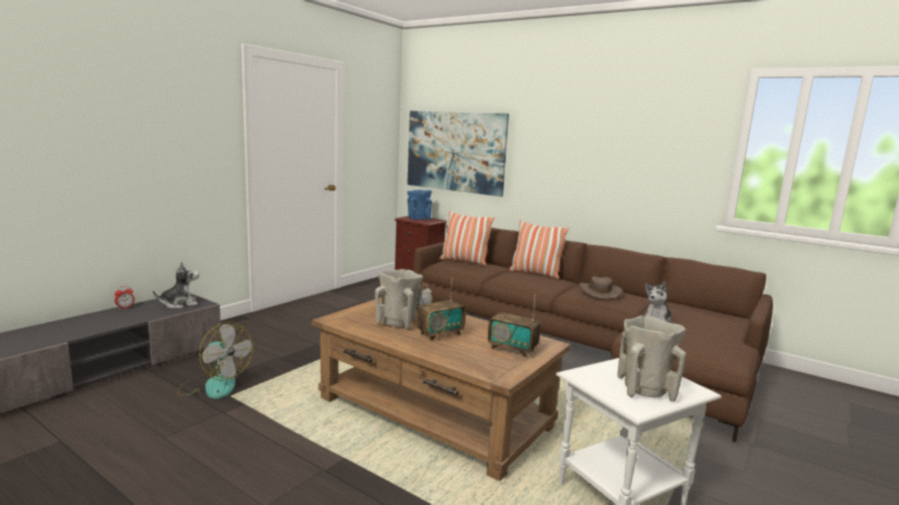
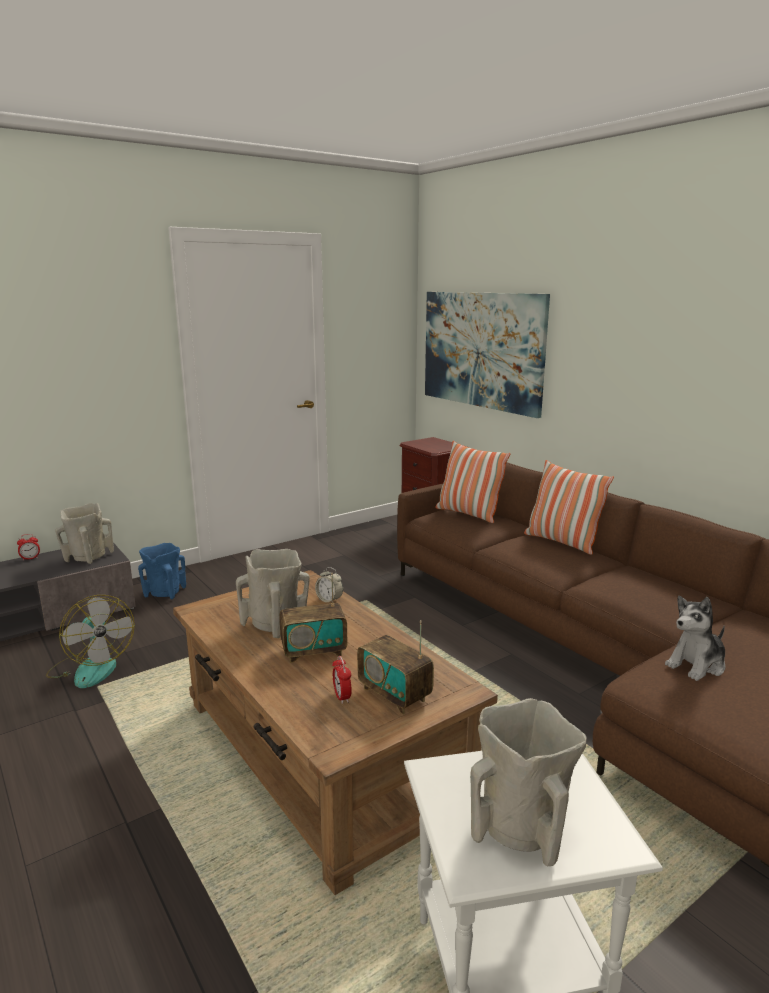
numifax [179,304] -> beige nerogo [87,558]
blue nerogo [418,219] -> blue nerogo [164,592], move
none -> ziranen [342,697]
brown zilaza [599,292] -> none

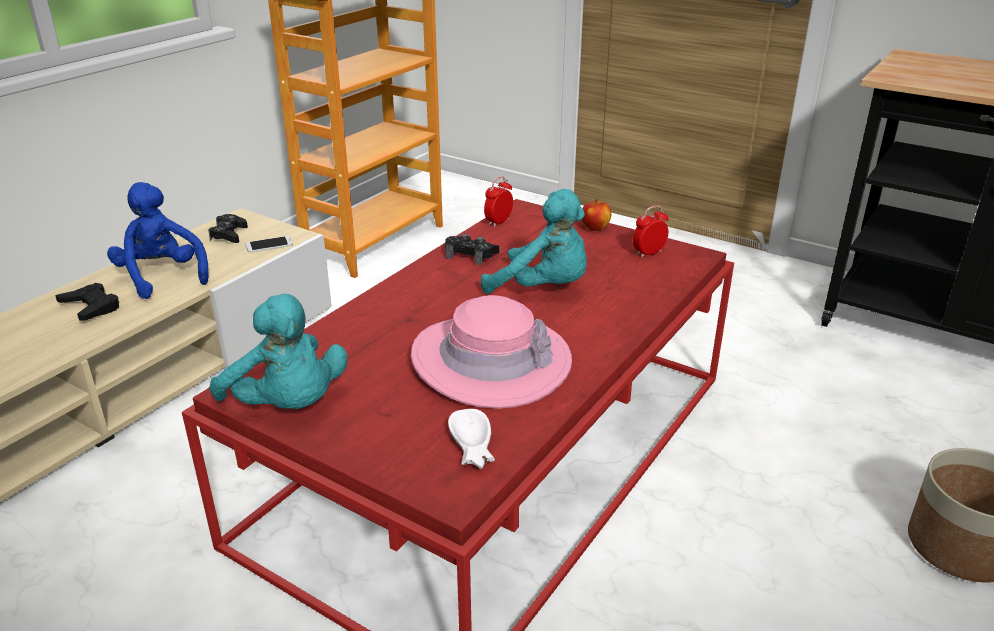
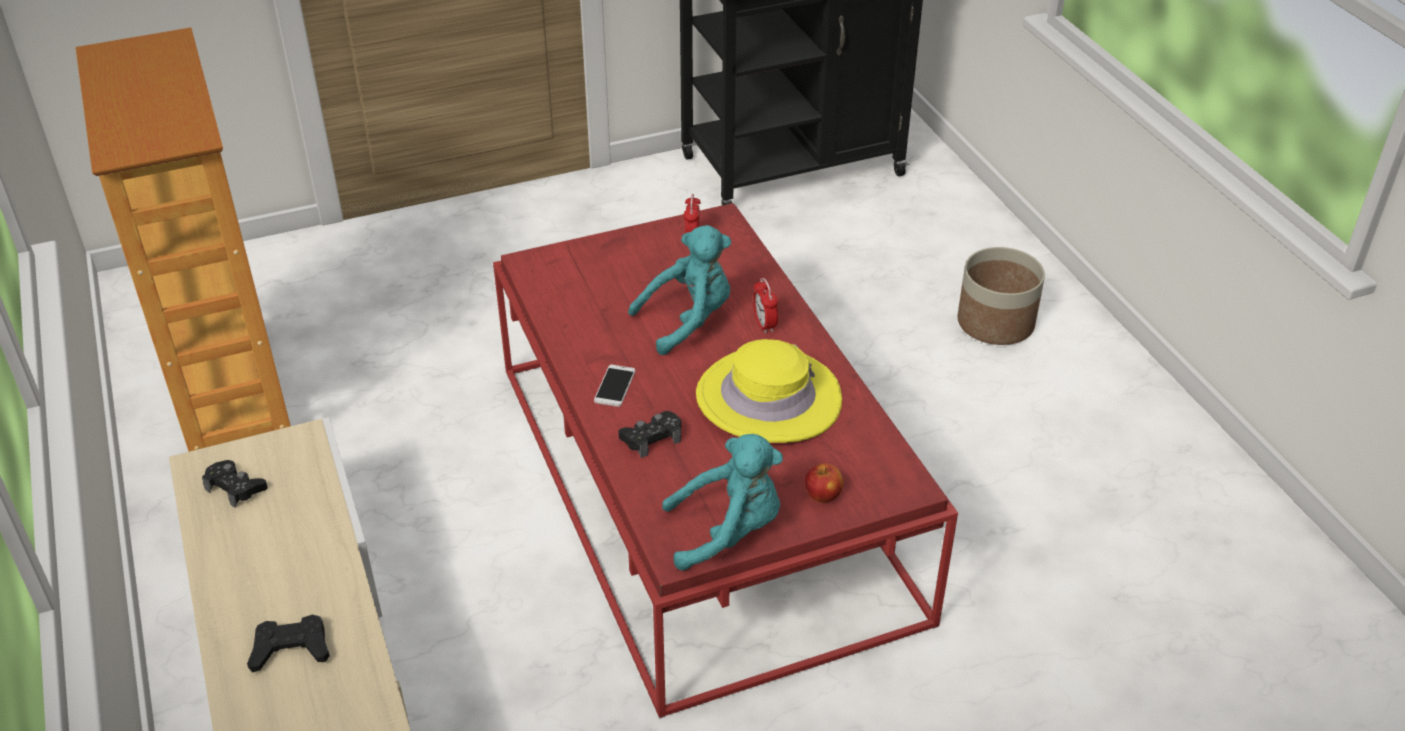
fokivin [269,245] -> fokivin [614,386], move
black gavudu [471,255] -> black gavudu [651,438], move
pink zilaza [491,361] -> yellow zilaza [768,398]
ziranen [498,222] -> ziranen [764,325], move
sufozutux [595,228] -> sufozutux [822,496], move
blue numifax [162,277] -> none
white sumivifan [470,447] -> none

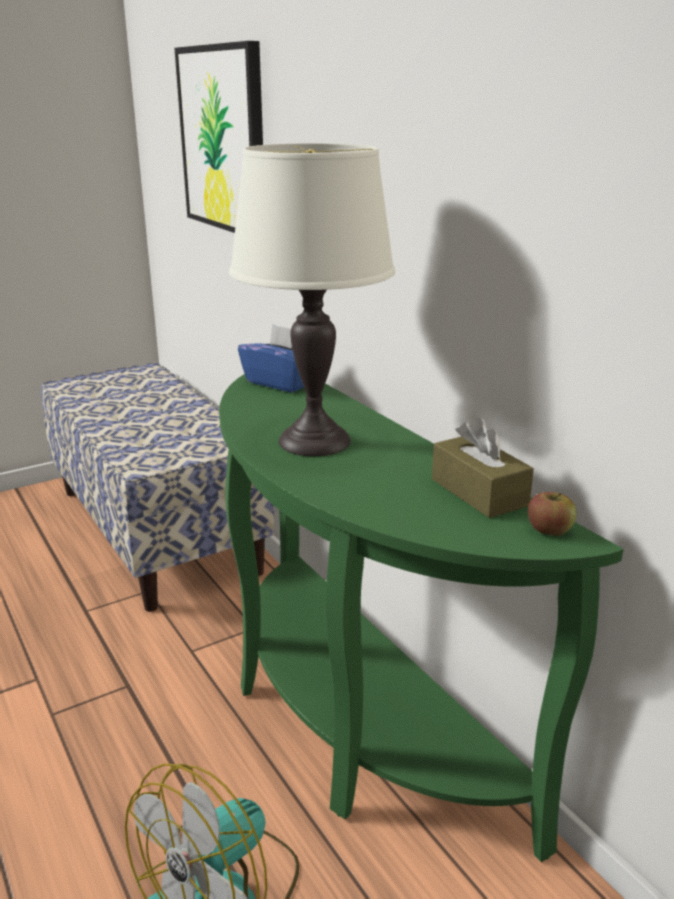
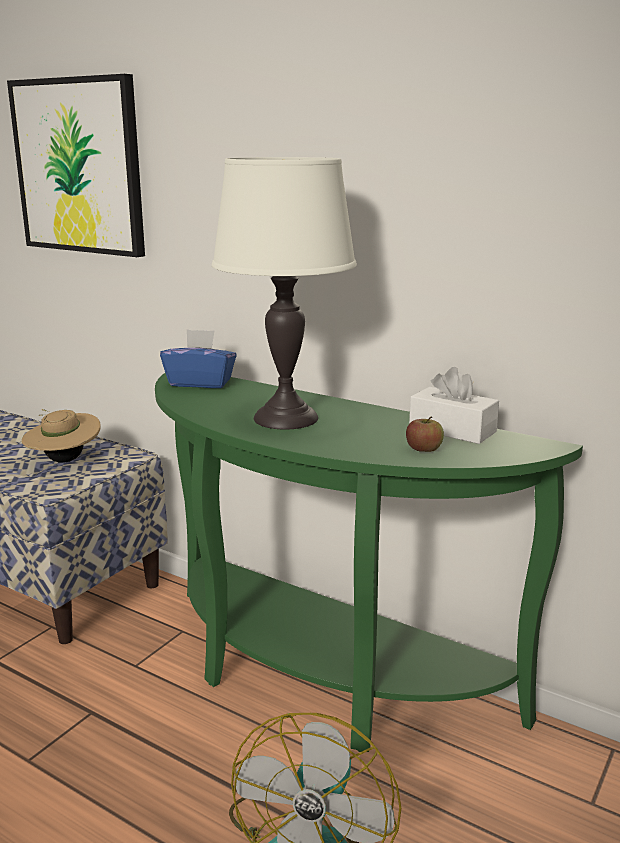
none -> beige zilaza [64,460]
sufozutux [549,530] -> sufozutux [424,449], move
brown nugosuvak [479,492] -> white nugosuvak [452,430]

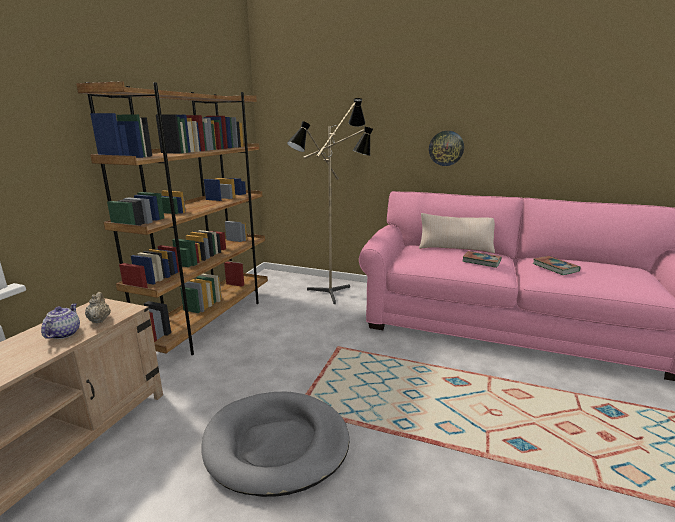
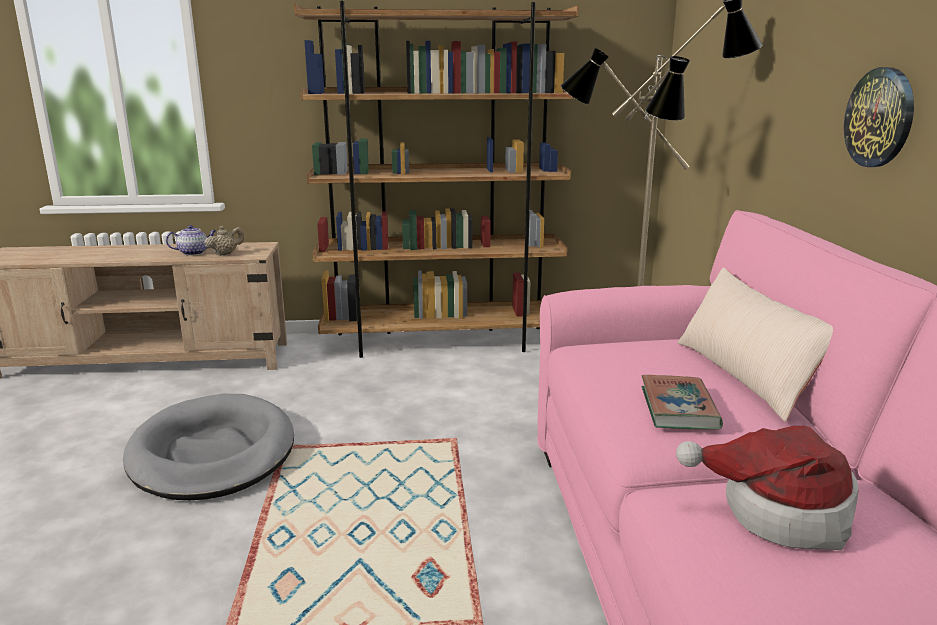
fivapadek [555,268] -> zilaza [778,512]

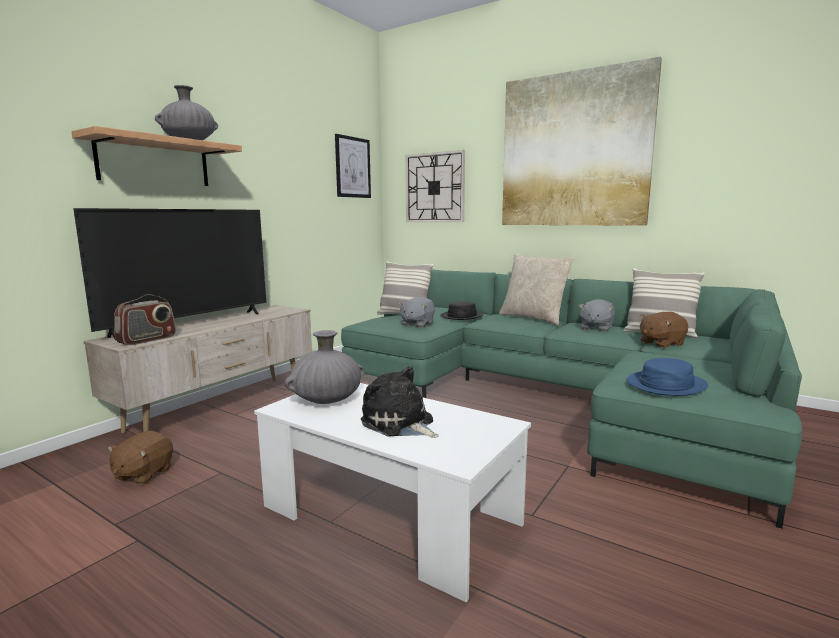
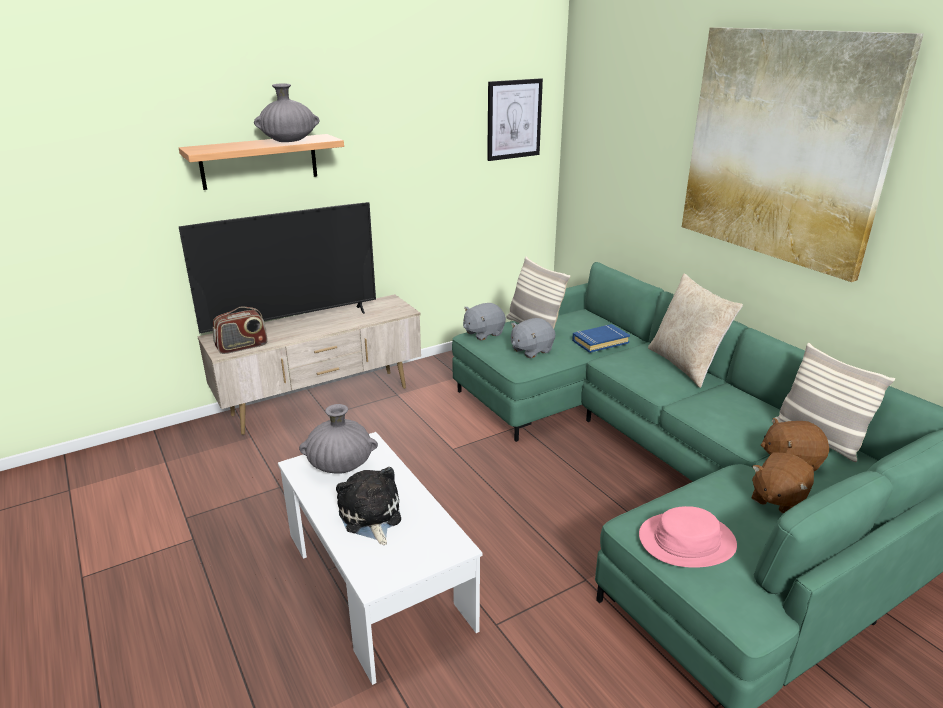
grey numifax [596,328] -> grey numifax [483,333], move
black zilaza [462,316] -> blue fivapadek [600,342]
blue zilaza [666,384] -> pink zilaza [686,540]
brown numifax [143,474] -> brown numifax [777,499], move
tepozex [434,188] -> none

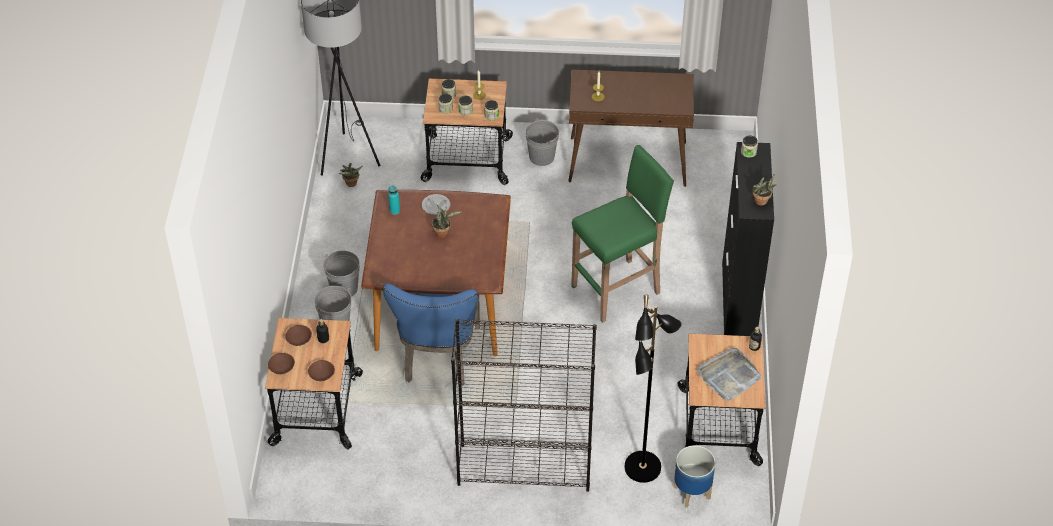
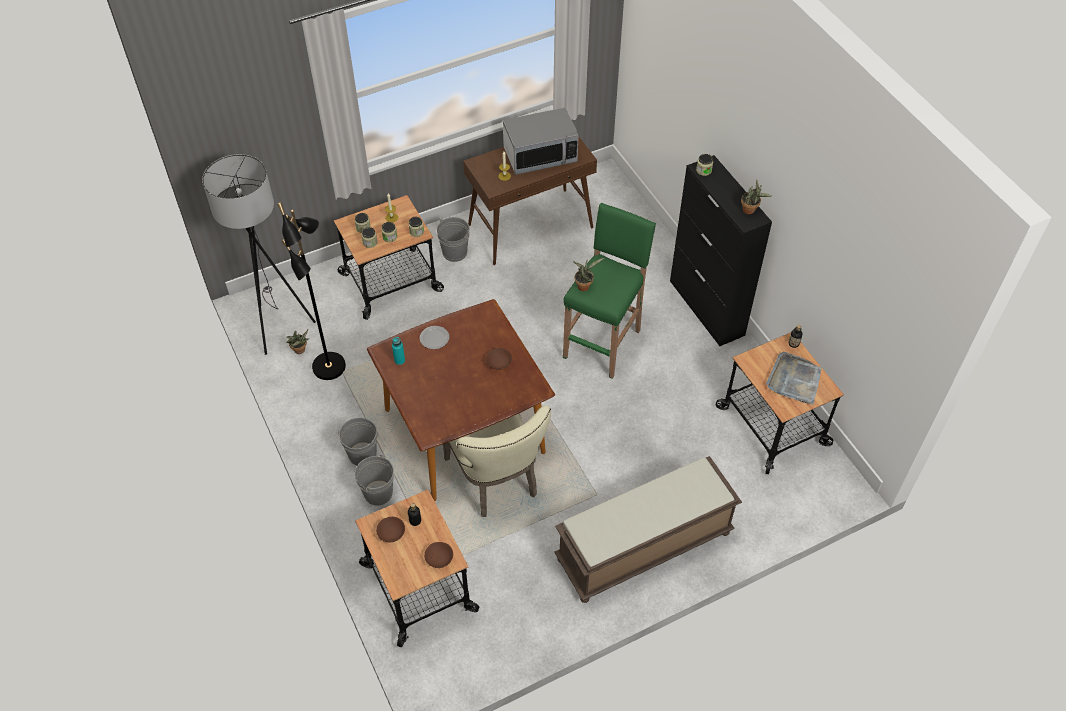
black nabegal [643,468] -> black nabegal [330,367], move
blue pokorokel [439,358] -> beige pokorokel [496,480]
brown sumivifan [281,367] -> brown sumivifan [498,362], move
none -> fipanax [540,155]
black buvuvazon [523,468] -> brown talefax [643,547]
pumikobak [443,233] -> pumikobak [584,285], move
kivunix [691,493] -> none

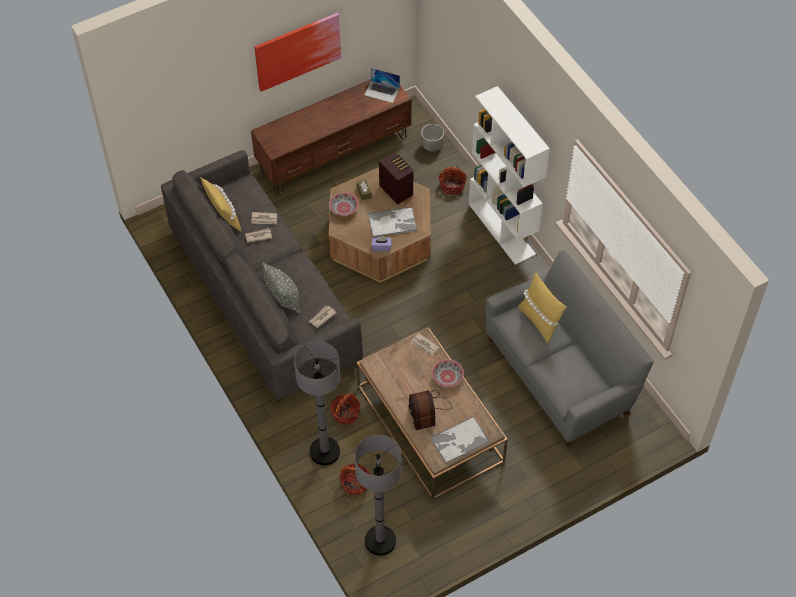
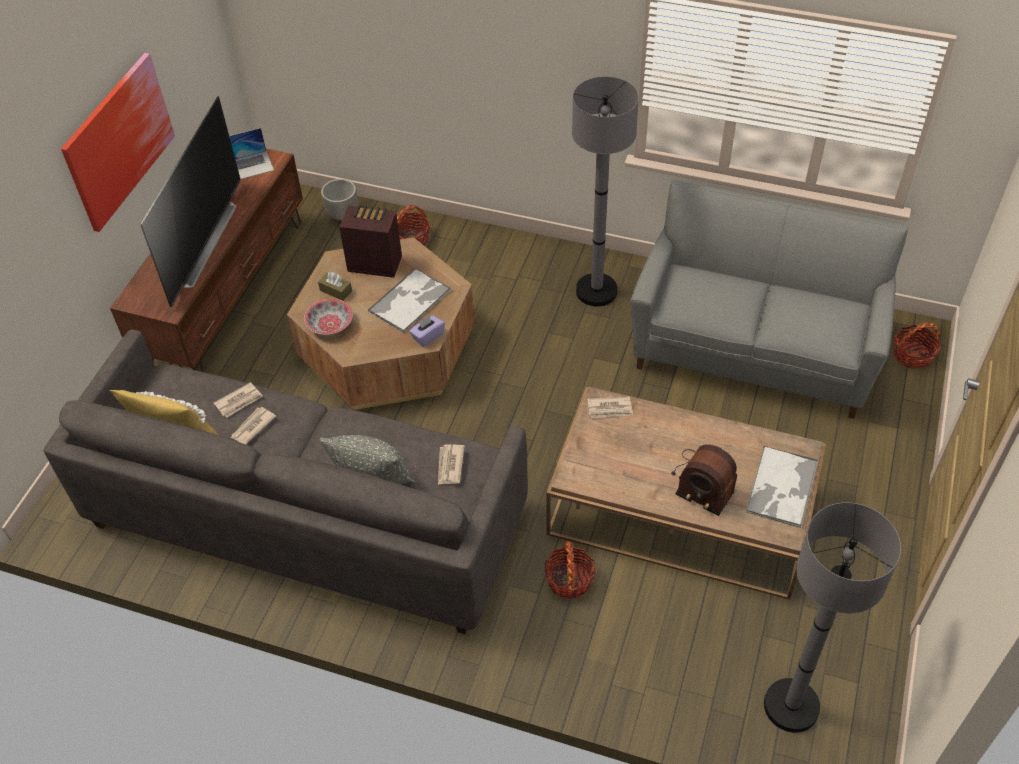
none -> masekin [200,243]
grey nabegal [324,452] -> grey nabegal [596,291], move
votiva [355,483] -> votiva [912,355], move
sumivifan [448,377] -> none
white buvuvazon [502,229] -> none
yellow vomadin [539,321] -> none

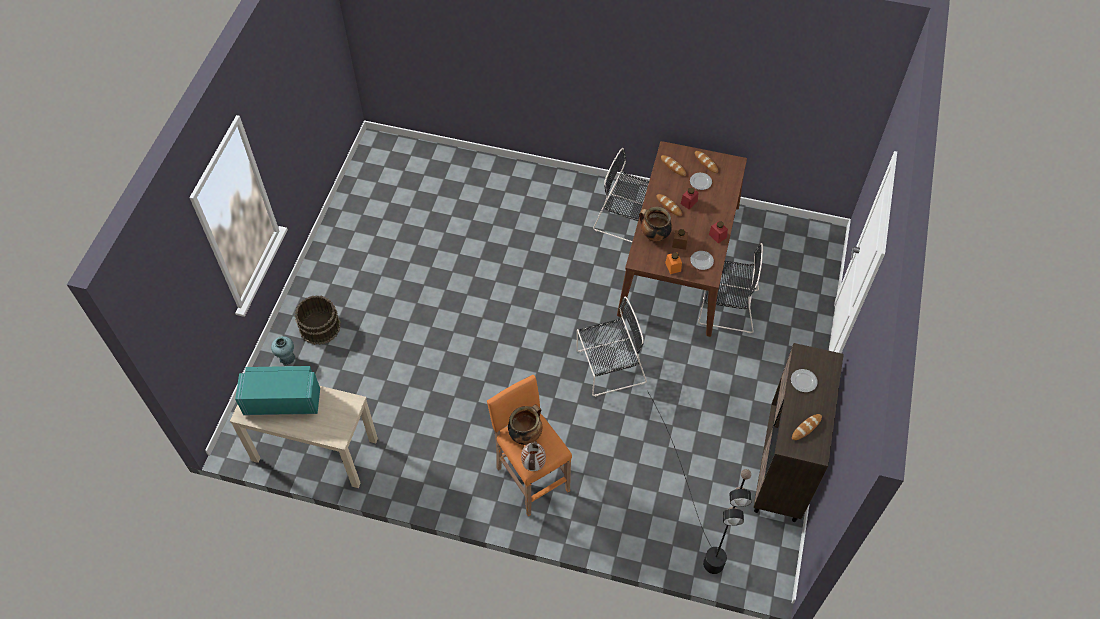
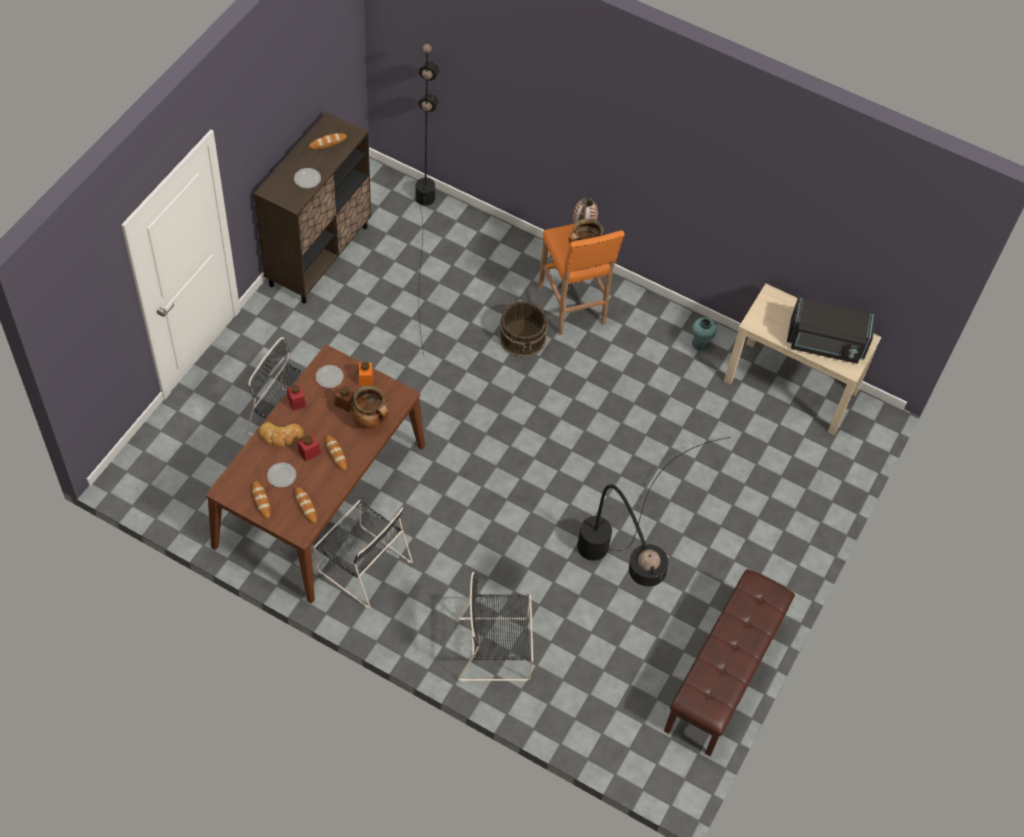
none -> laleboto [281,436]
black pokorokel [608,367] -> black pokorokel [496,649], move
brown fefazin [319,326] -> brown fefazin [523,337], move
none -> black nabegal [620,576]
none -> brown talefax [724,675]
turquoise nerogo [287,358] -> turquoise nerogo [700,344], move
turquoise fipanax [283,399] -> black fipanax [825,344]

